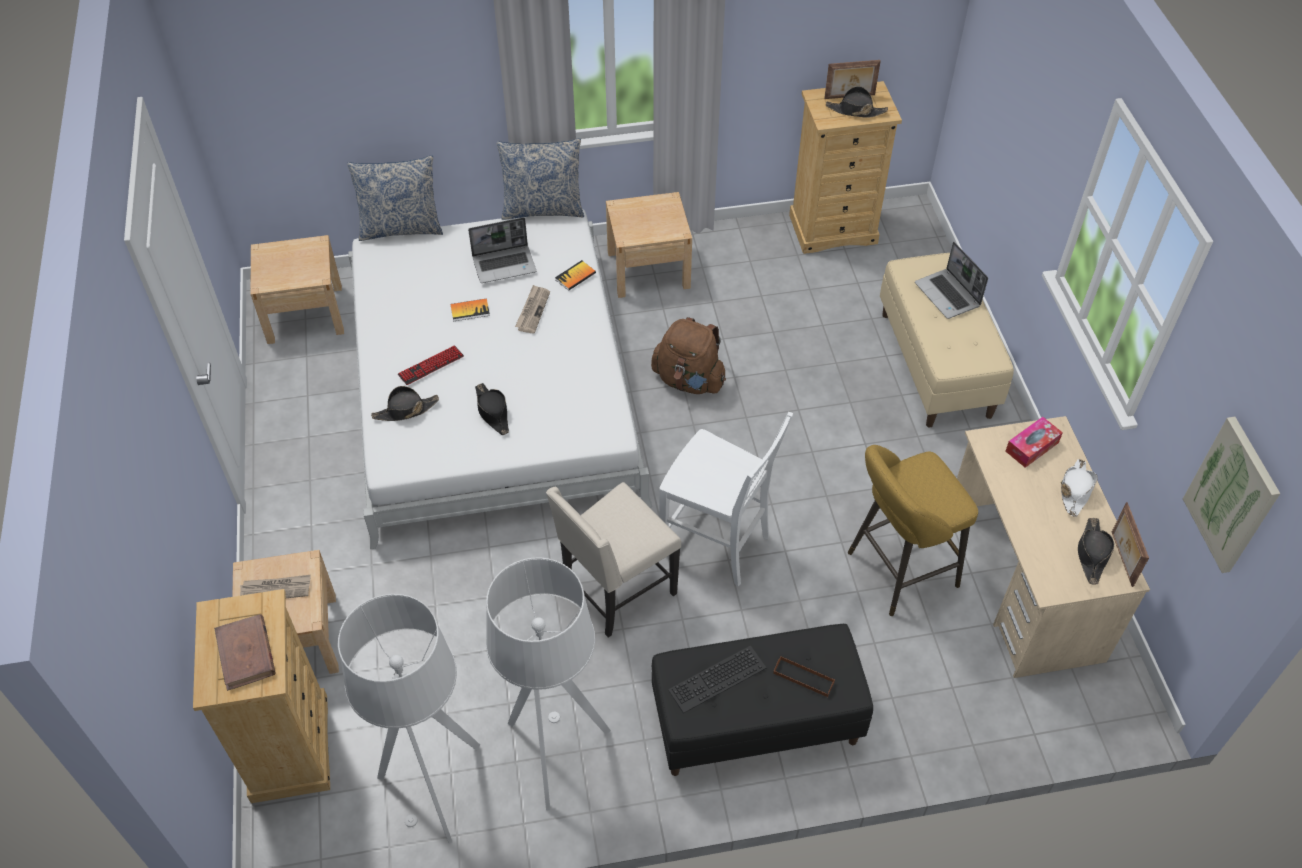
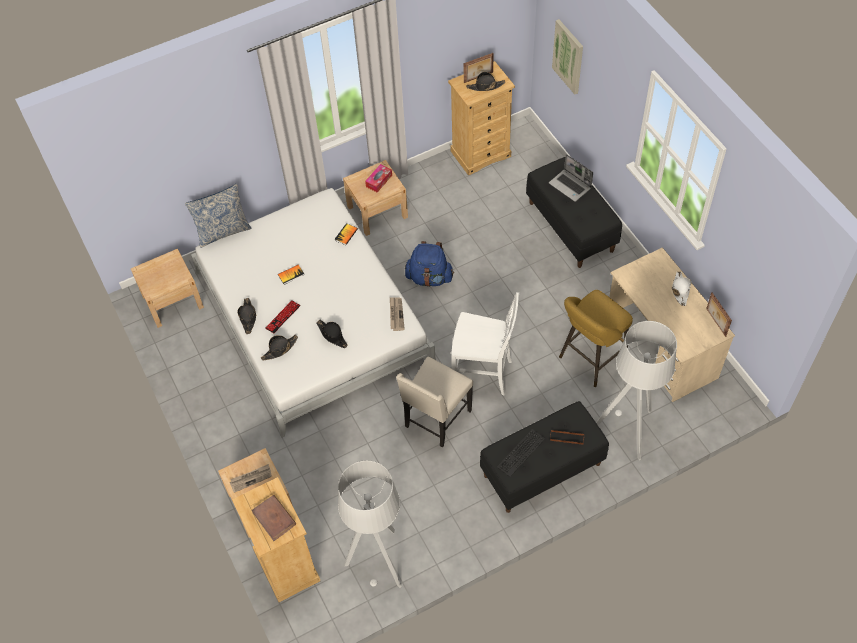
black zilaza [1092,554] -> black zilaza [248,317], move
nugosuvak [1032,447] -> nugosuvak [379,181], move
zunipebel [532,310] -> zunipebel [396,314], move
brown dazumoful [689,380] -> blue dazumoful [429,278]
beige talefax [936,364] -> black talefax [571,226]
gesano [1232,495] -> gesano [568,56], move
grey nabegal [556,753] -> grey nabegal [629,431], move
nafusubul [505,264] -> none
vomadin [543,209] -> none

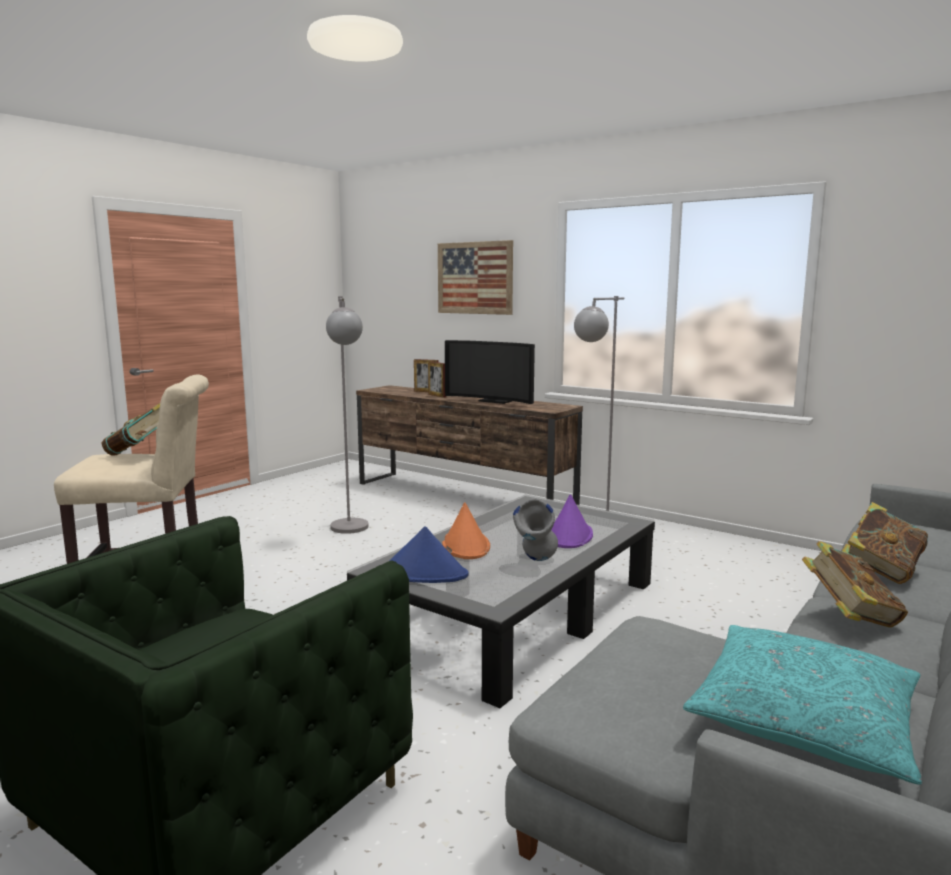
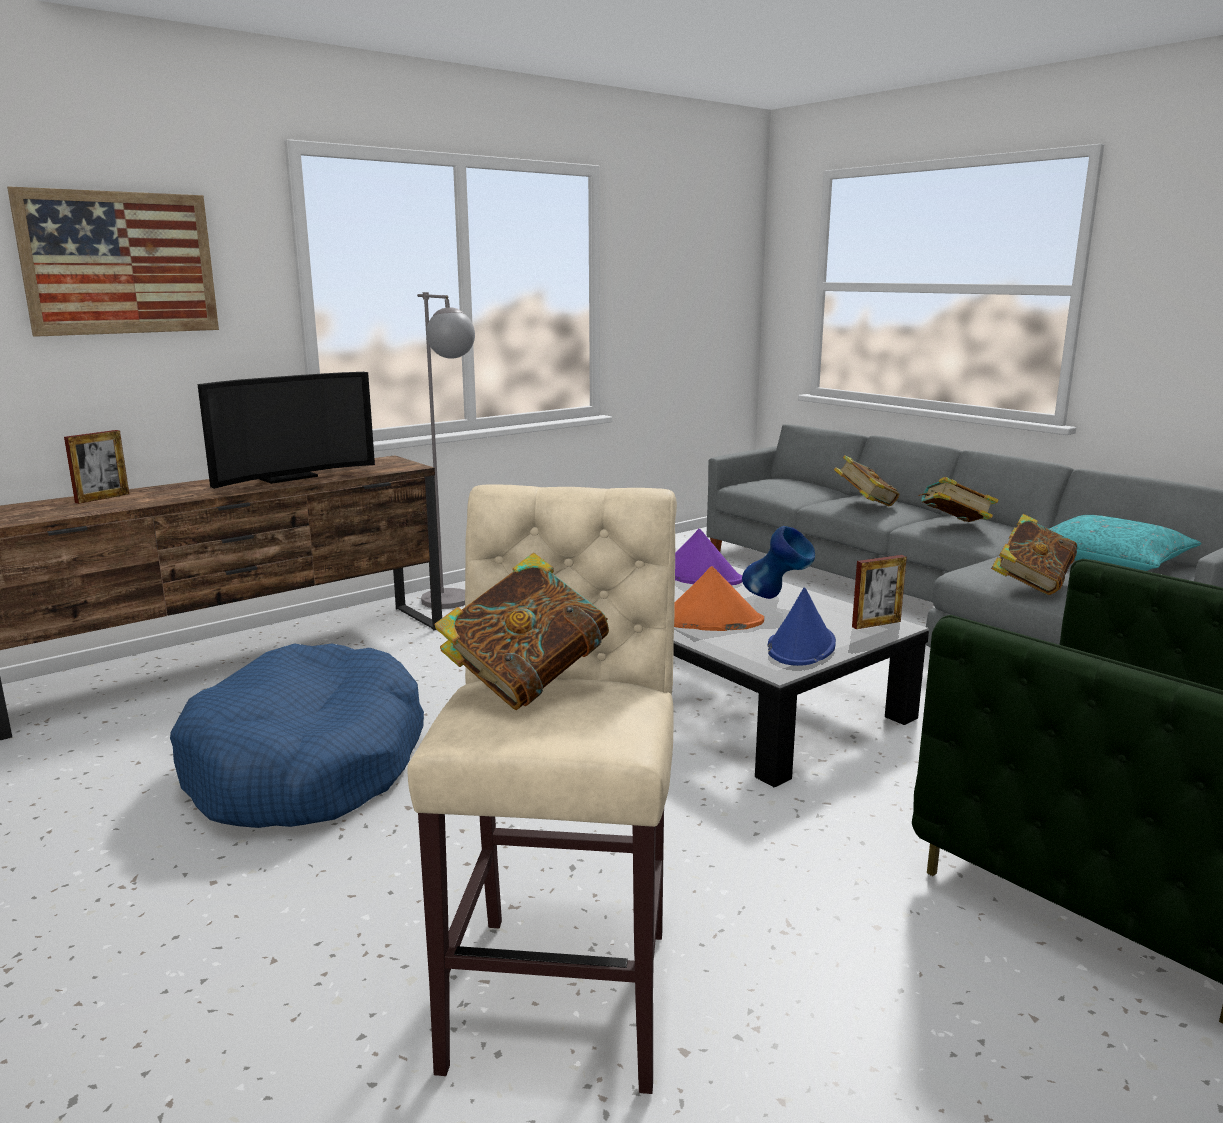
grey nabegal [351,531] -> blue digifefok [307,766]
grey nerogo [536,562] -> blue nerogo [777,598]
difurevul [437,395] -> difurevul [876,624], move
none -> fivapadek [1031,584]

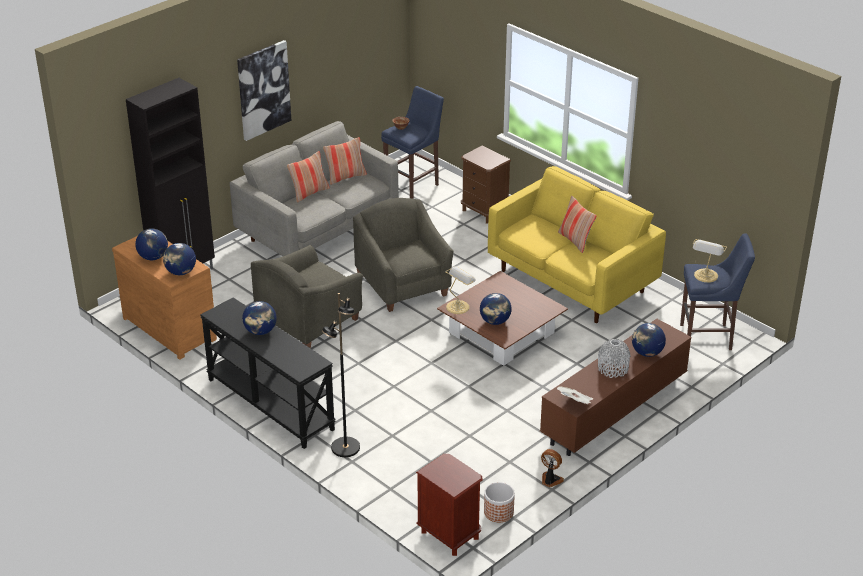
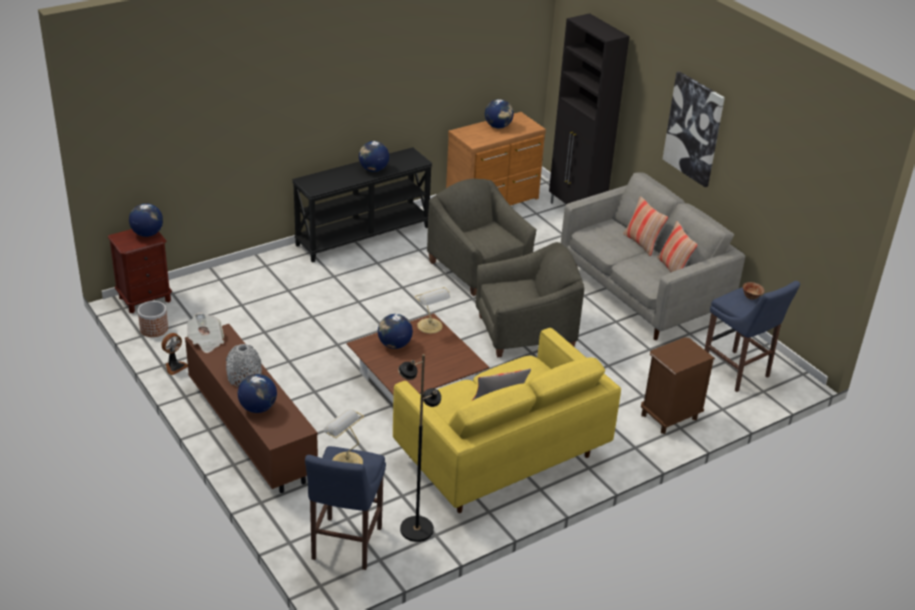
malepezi [181,272] -> malepezi [147,234], move
black nabegal [345,448] -> black nabegal [416,529], move

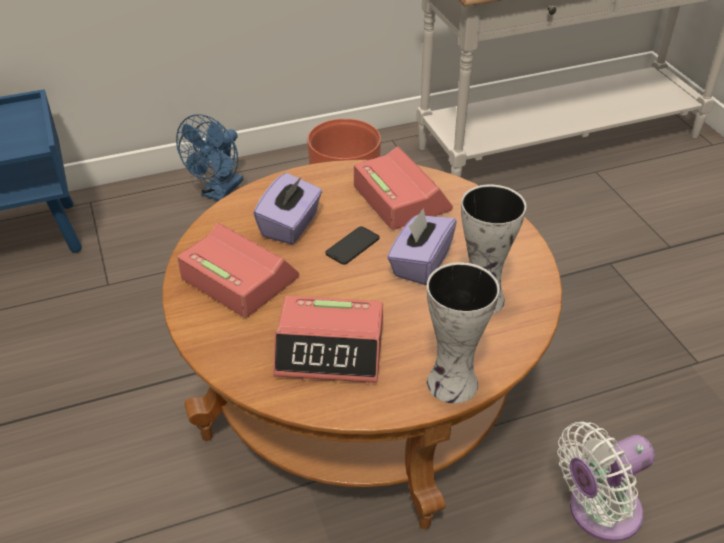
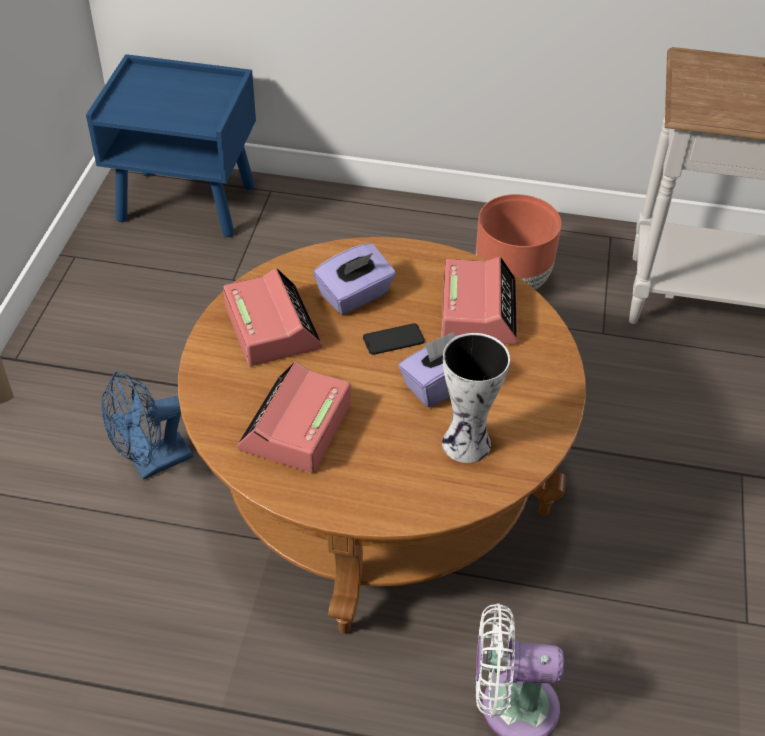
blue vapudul [219,192] -> blue vapudul [153,463], move
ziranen [330,350] -> ziranen [295,427], 75 degrees clockwise
nerogo [449,383] -> none

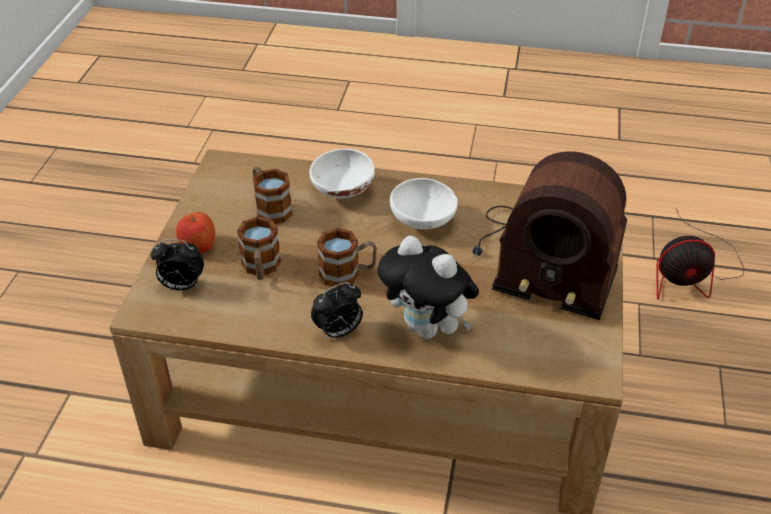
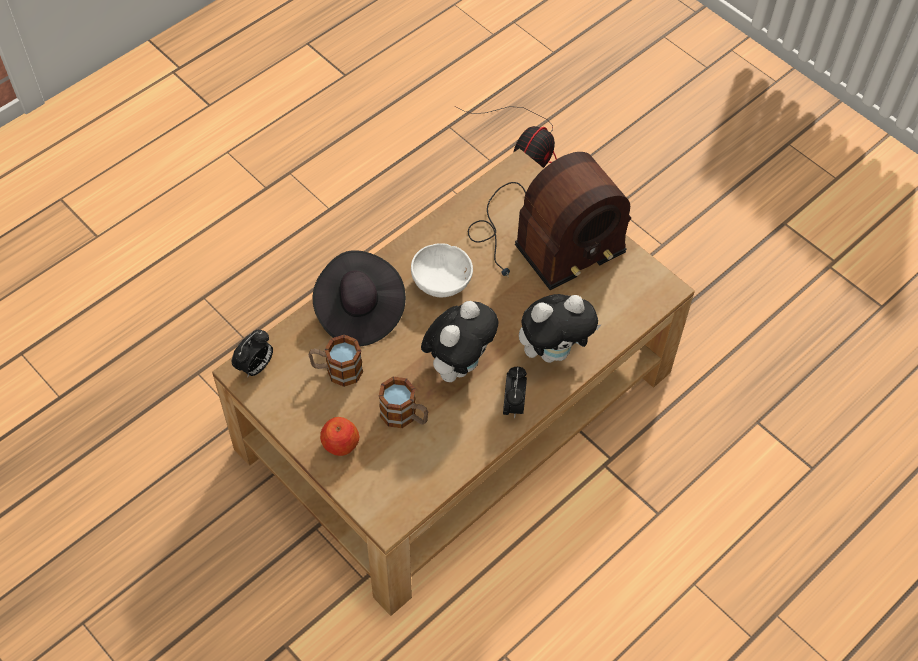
ziranen [182,286] -> ziranen [255,367], move
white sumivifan [341,191] -> black zilaza [359,311]
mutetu [348,274] -> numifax [458,364]

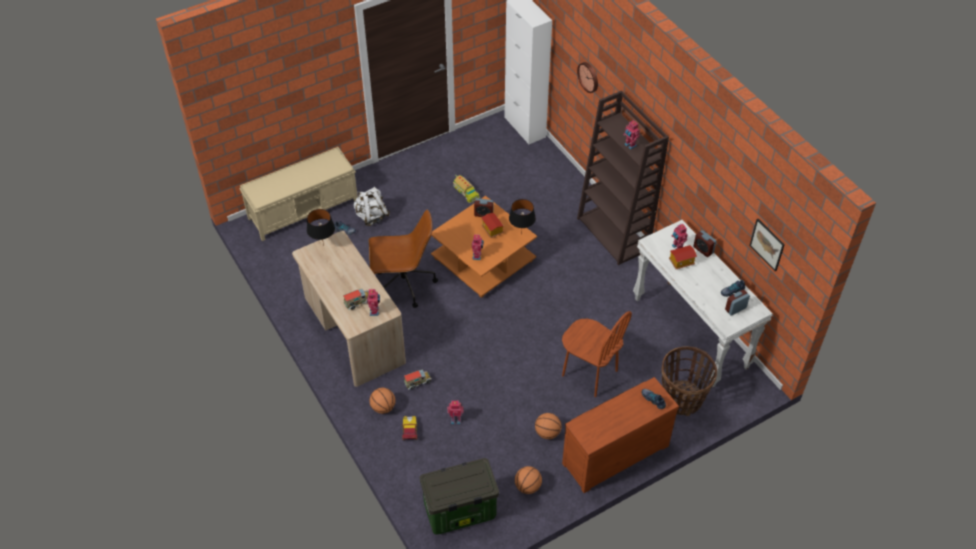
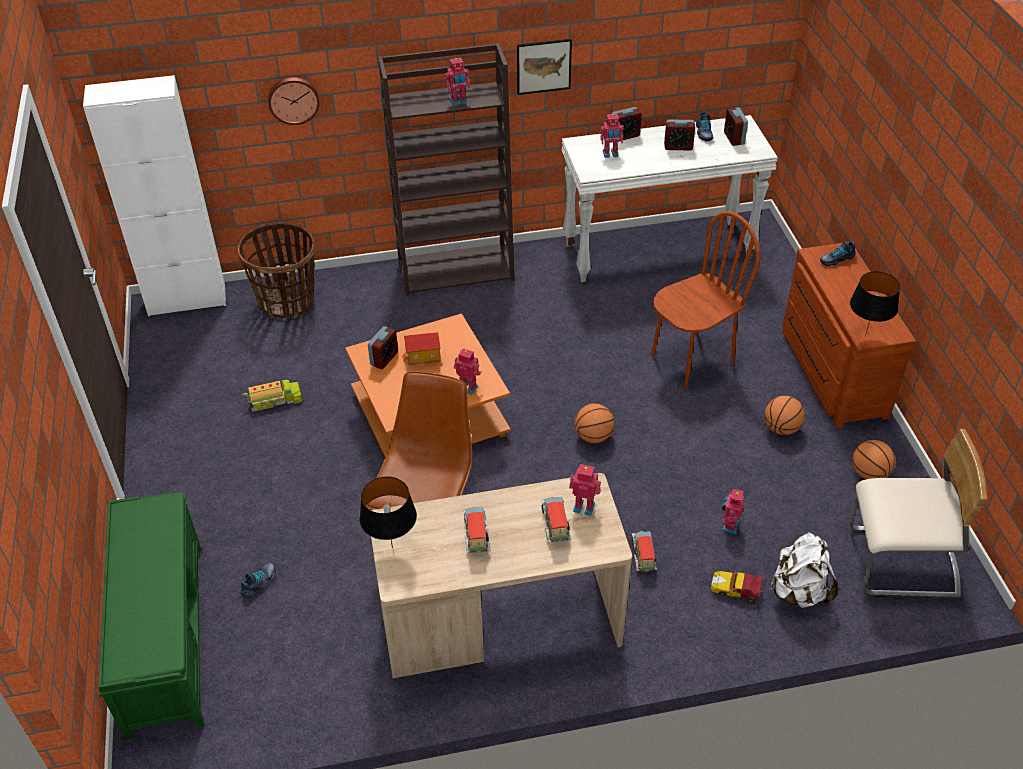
beige talefax [304,209] -> green talefax [165,635]
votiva [682,399] -> votiva [287,301], move
none -> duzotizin [477,536]
gesano [767,244] -> gesano [543,66], move
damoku [383,407] -> damoku [593,436], move
none -> ziranen [678,147]
white dazumoful [371,216] -> white dazumoful [799,591], move
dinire [459,512] -> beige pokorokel [901,564]
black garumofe [522,234] -> black garumofe [865,336], move
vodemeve [681,262] -> none

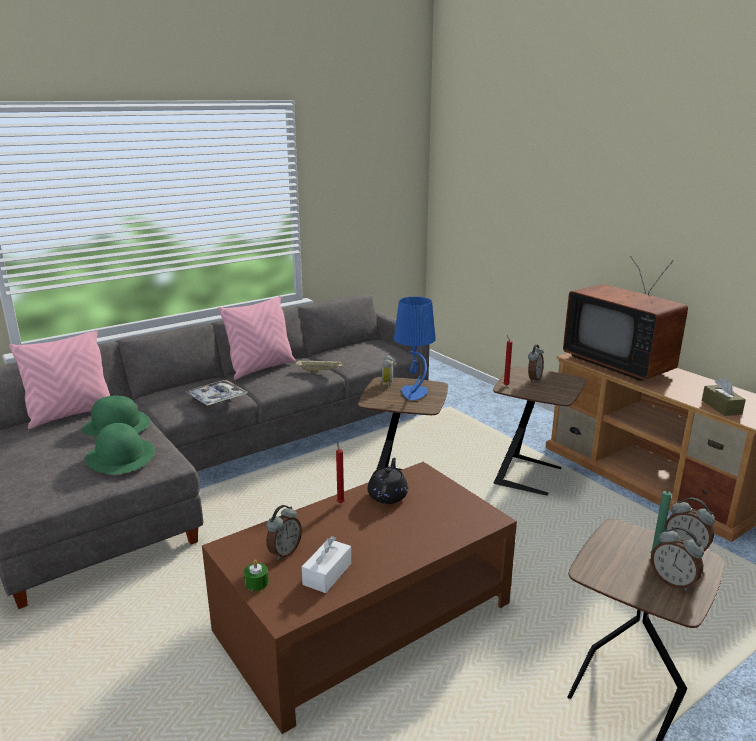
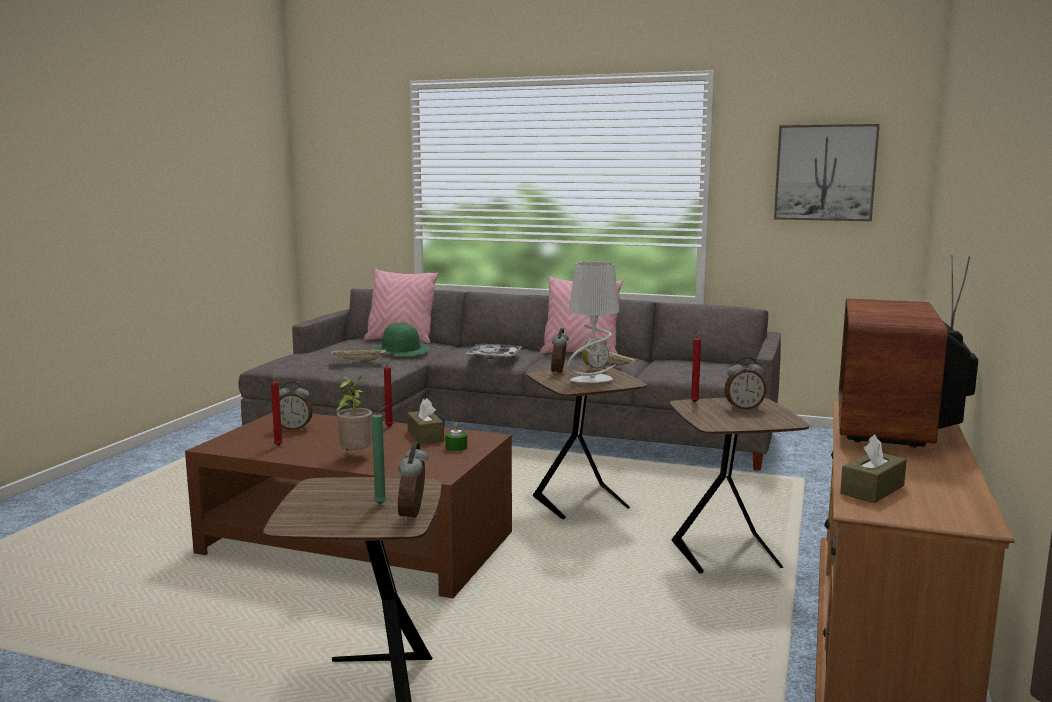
white nugosuvak [327,574] -> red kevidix [278,445]
green zilaza [120,456] -> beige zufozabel [358,361]
none -> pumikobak [355,456]
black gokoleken [388,495] -> brown nugosuvak [425,436]
green kevidix [256,583] -> green kevidix [456,448], move
ziranen [673,581] -> ziranen [559,372], move
blue garumofe [414,394] -> grey garumofe [591,380]
none -> gesano [825,172]

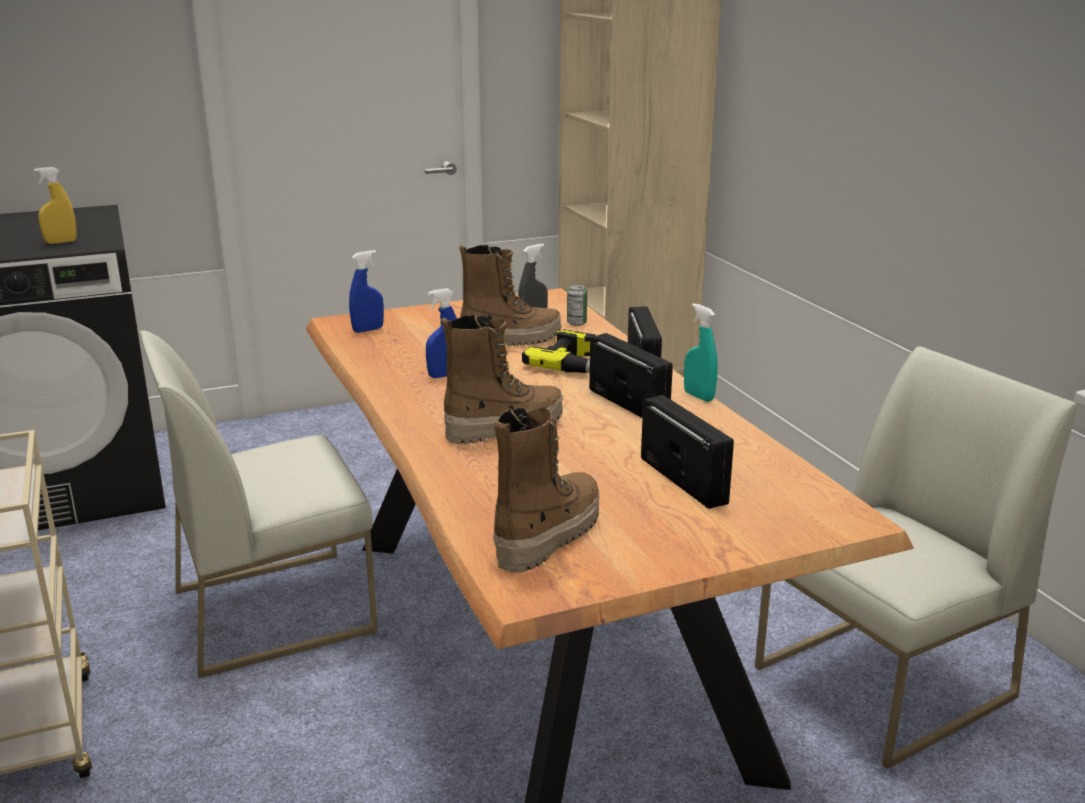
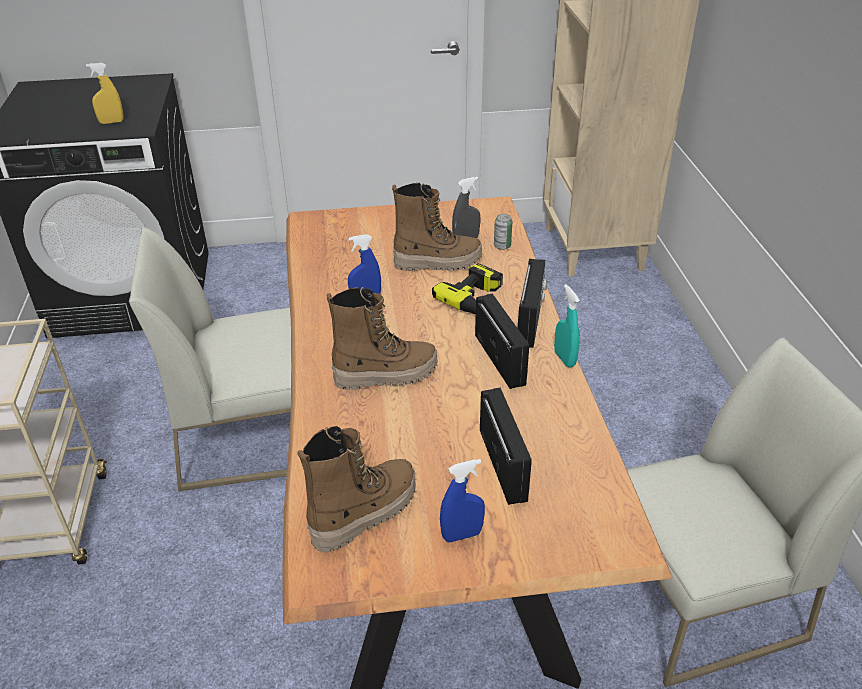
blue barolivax [368,330] -> blue barolivax [462,535], move

